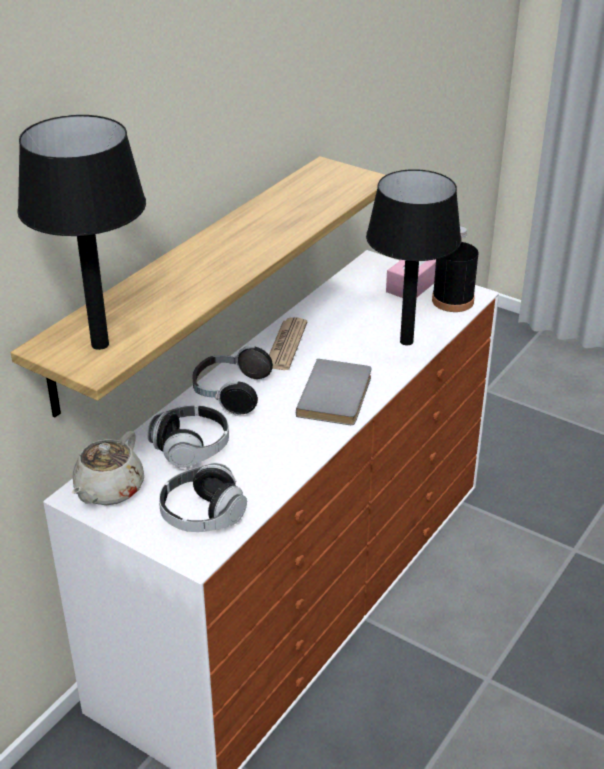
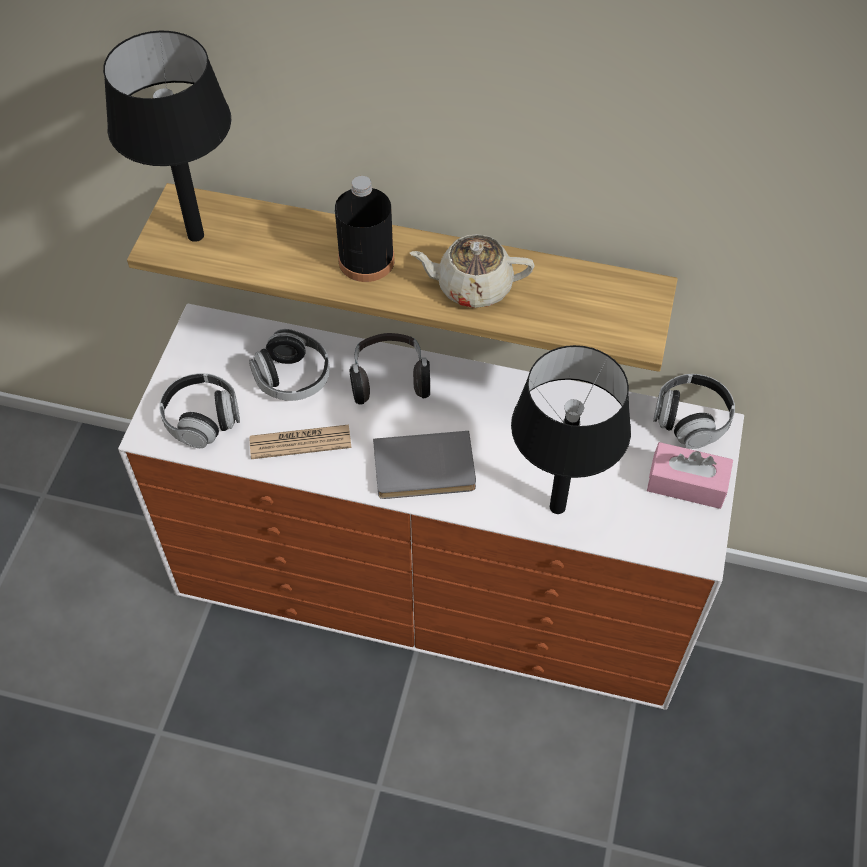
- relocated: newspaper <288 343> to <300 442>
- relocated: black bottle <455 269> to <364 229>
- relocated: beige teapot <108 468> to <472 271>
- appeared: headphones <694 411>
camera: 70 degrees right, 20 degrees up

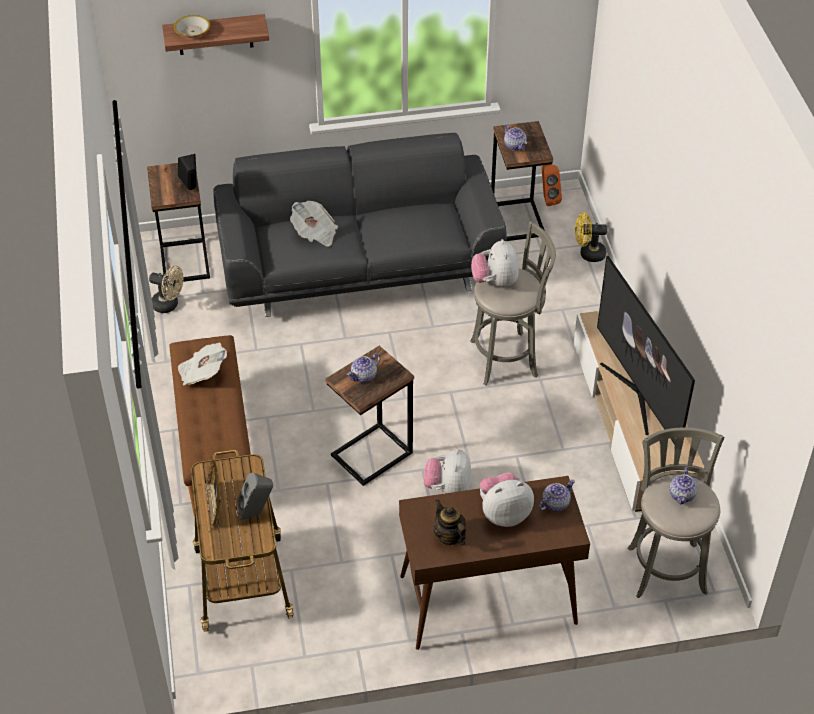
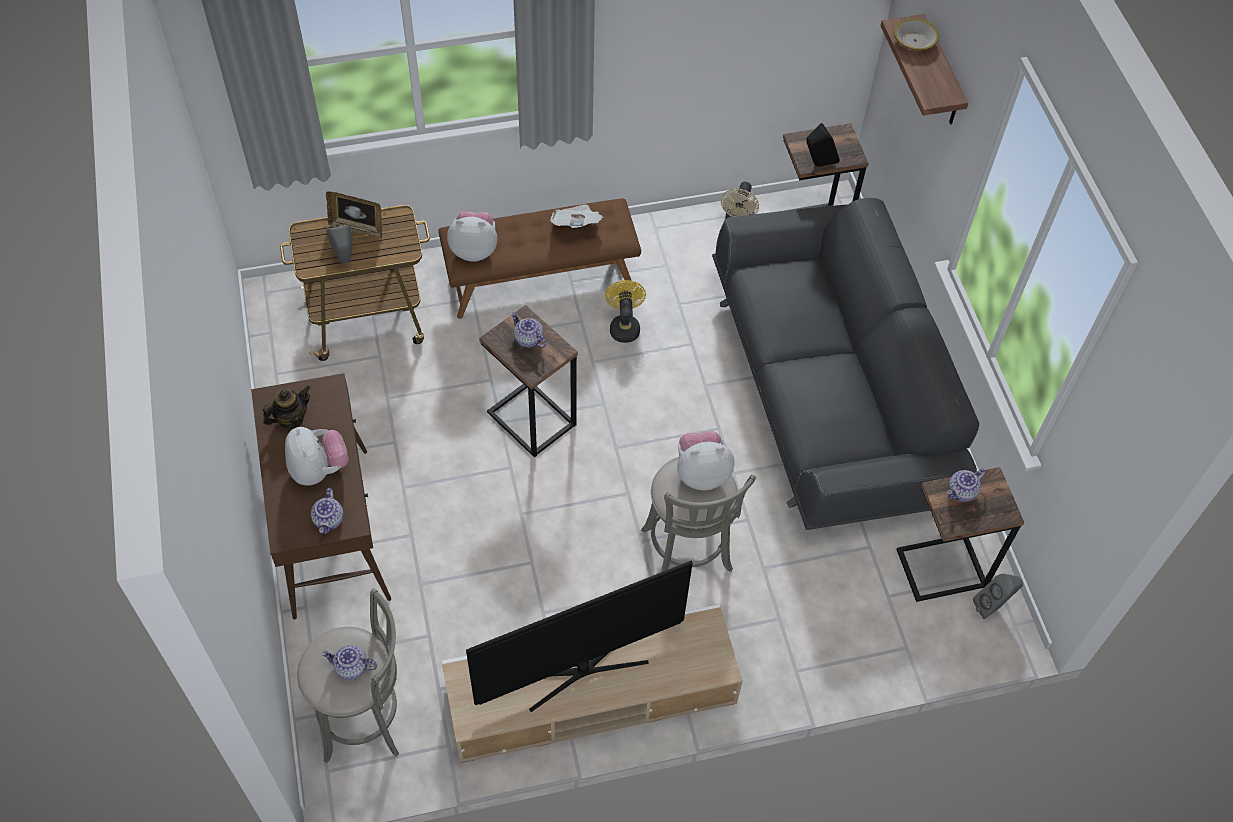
- spun: teapot <557 495> = <327 511> 45 degrees clockwise
- spun: picture frame <213 492> = <354 215> 150 degrees counterclockwise
- relocated: plush toy <448 471> to <472 236>
- relocated: yellow fan <591 237> to <625 311>
- colour: orange speaker <552 185> to grey speaker <998 596>
- missing: newspaper <314 224>
camera: 85 degrees right, 10 degrees up

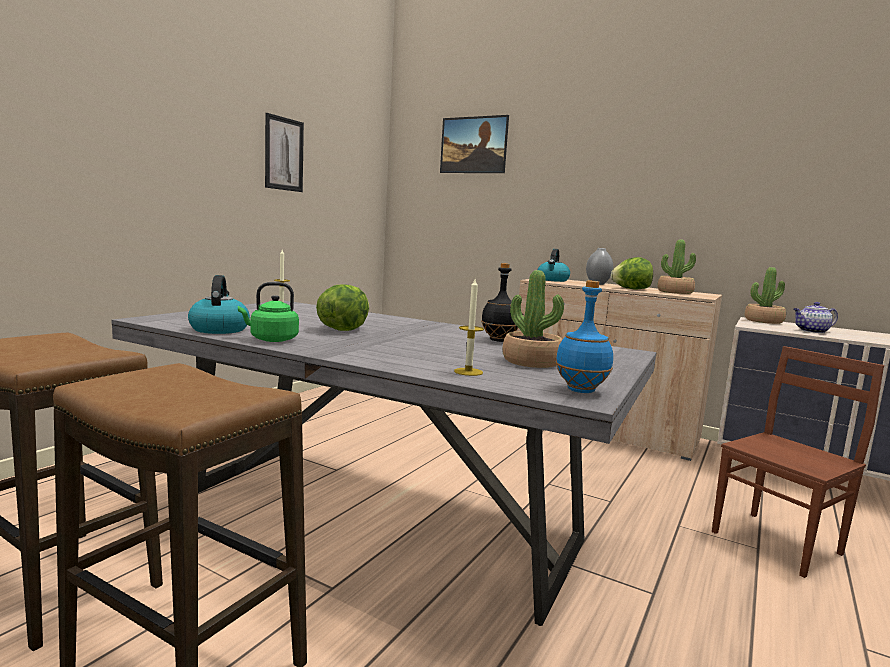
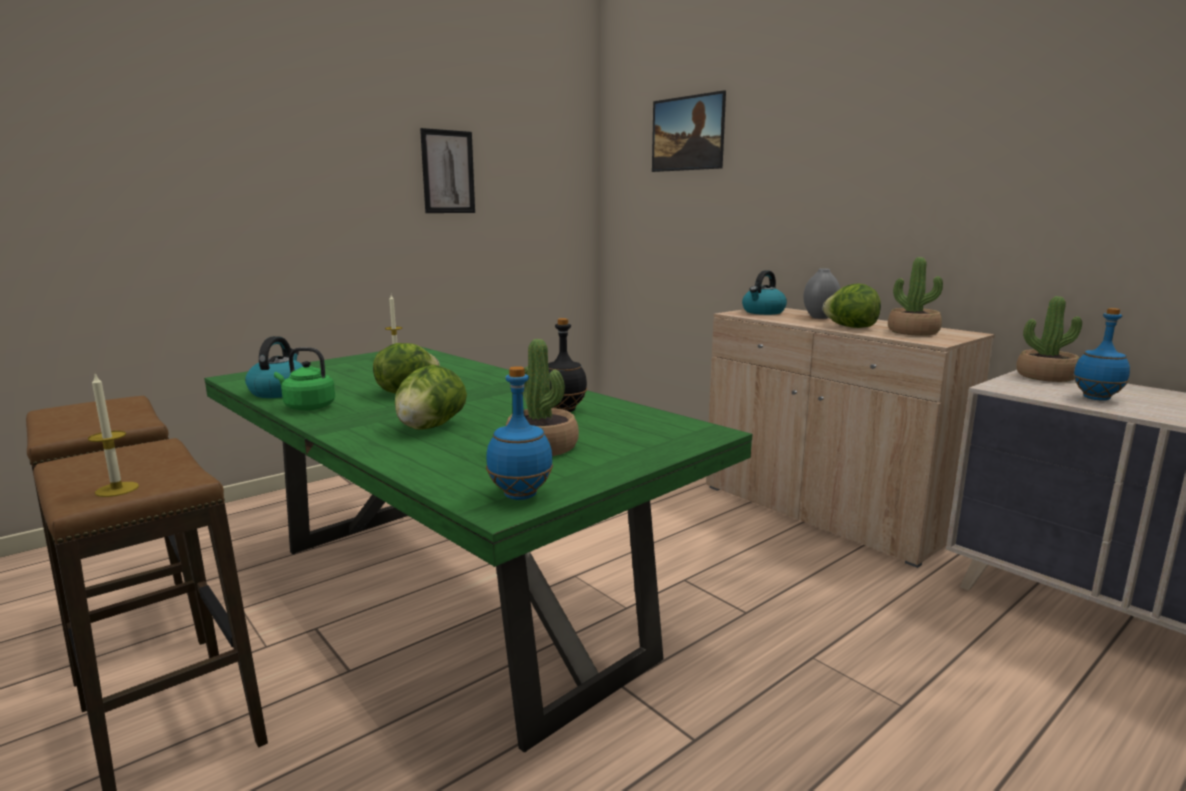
- relocated: candle <469 327> to <113 435>
- colour: grey dining table <384 463> to green dining table <478 550>
- appeared: lettuce <431 397>
- exchanged: teapot <816 317> to blue bottle <1101 354>
- missing: brown chair <798 462>
camera: 20 degrees right, 5 degrees up

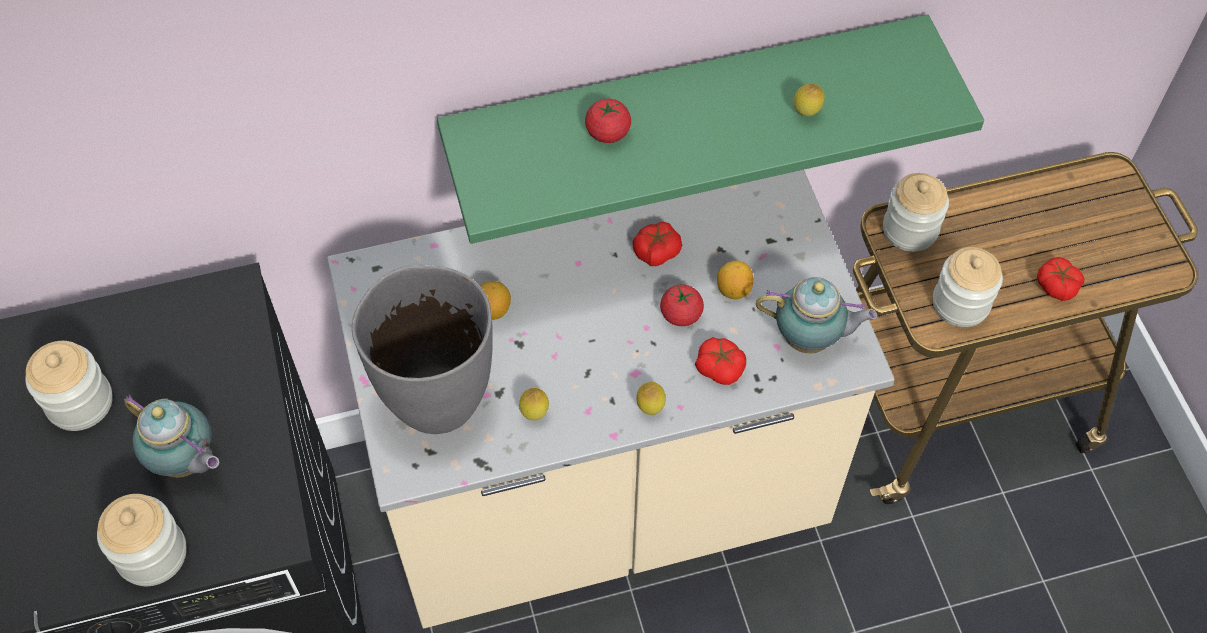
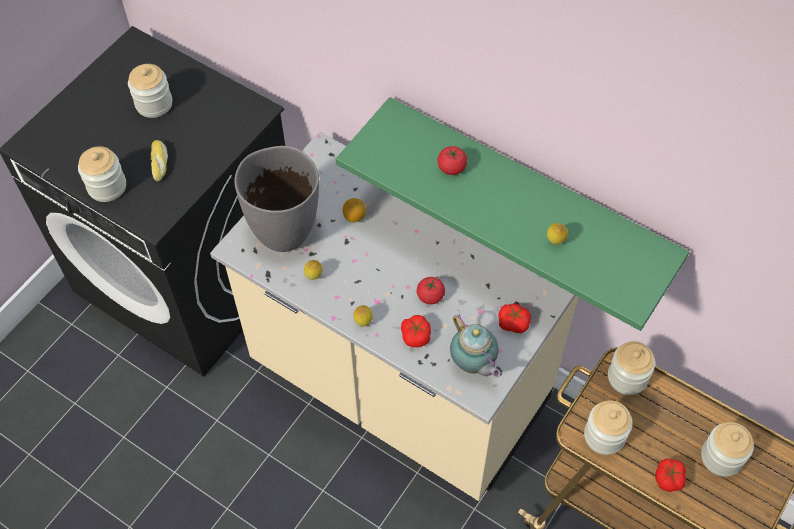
- exchanged: teapot <171 436> to bread <159 160>
- relocated: tomato <657 244> to <514 318>
- appeared: jar <727 449>
- missing: lemon <735 279>
camera: 50 degrees right, 0 degrees up

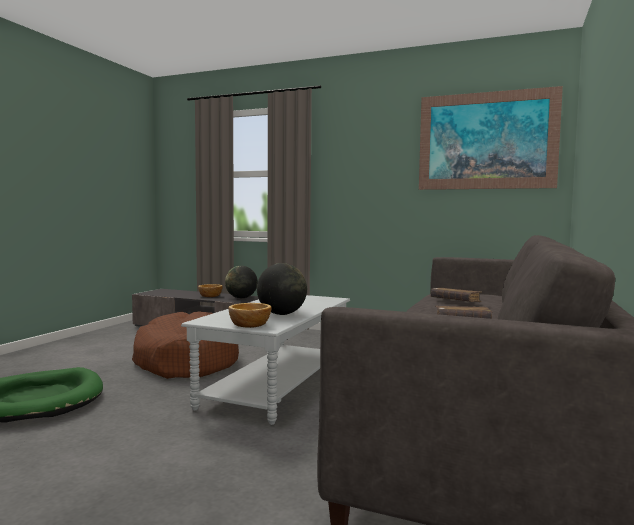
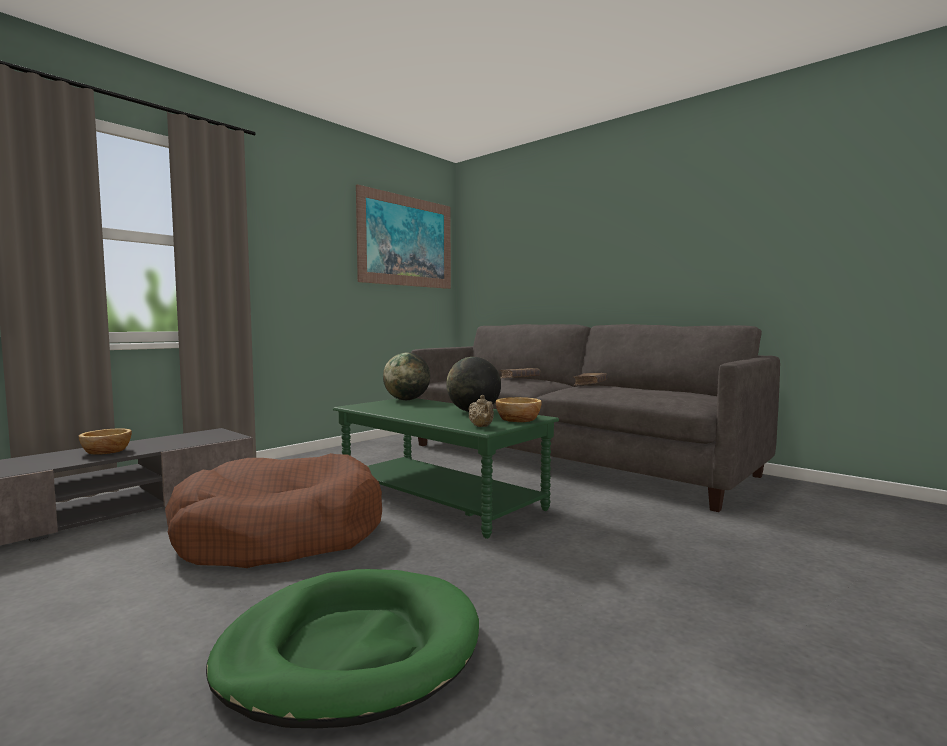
- colour: grey coffee table <265 360> to green coffee table <446 468>
- relocated: globe <241 282> to <406 376>
- appeared: beige teapot <481 411>
camera: 70 degrees left, 0 degrees up

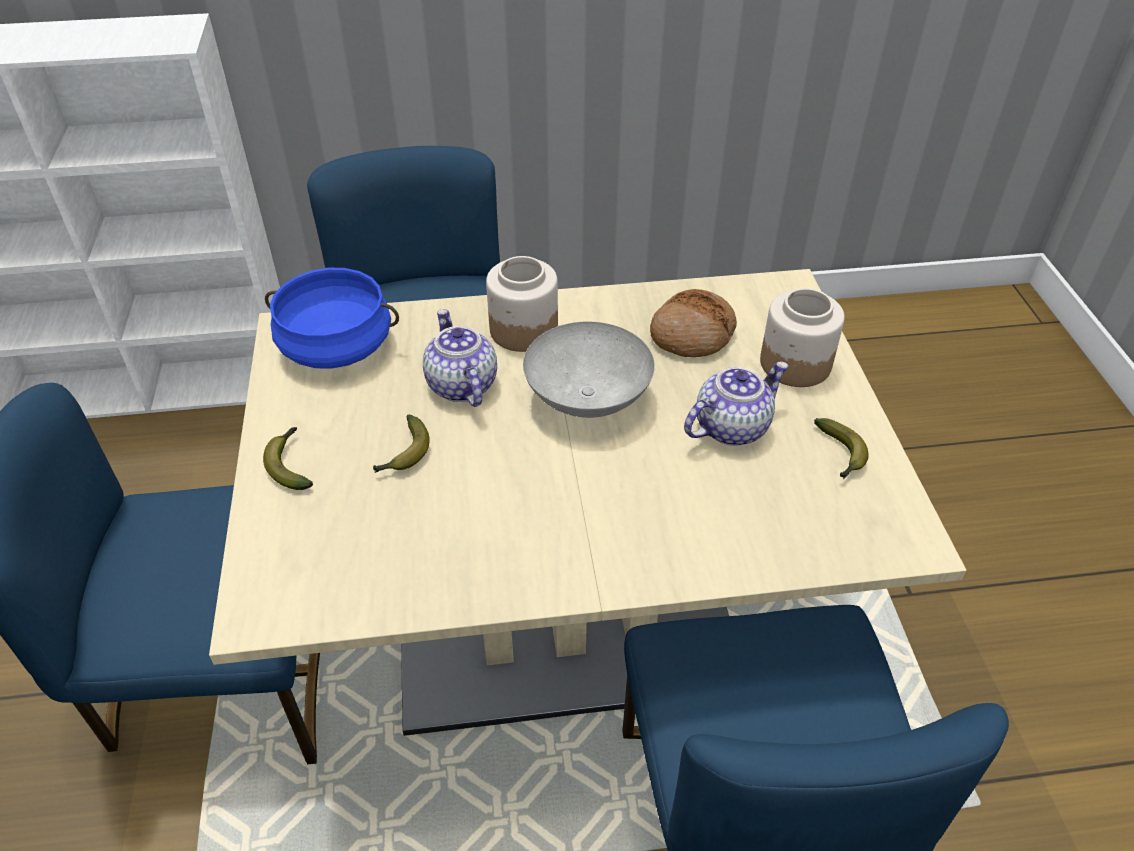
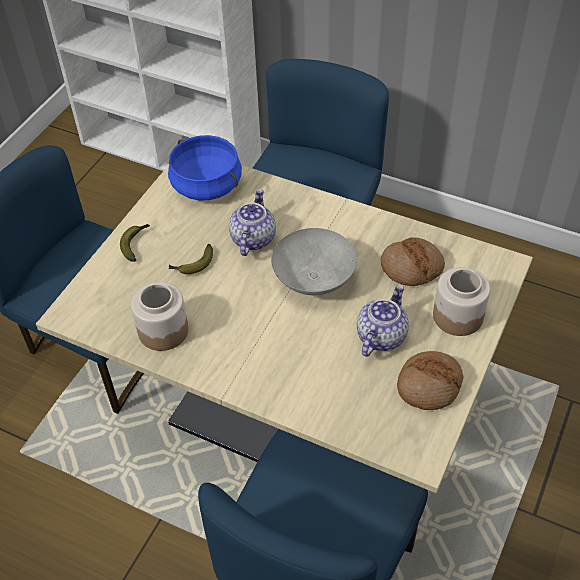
- relocated: jar <522 304> to <159 316>
- spun: teapot <736 403> = <383 320> 60 degrees counterclockwise
- exchanged: banana <841 448> to bread <430 380>
camera: 35 degrees right, 5 degrees up

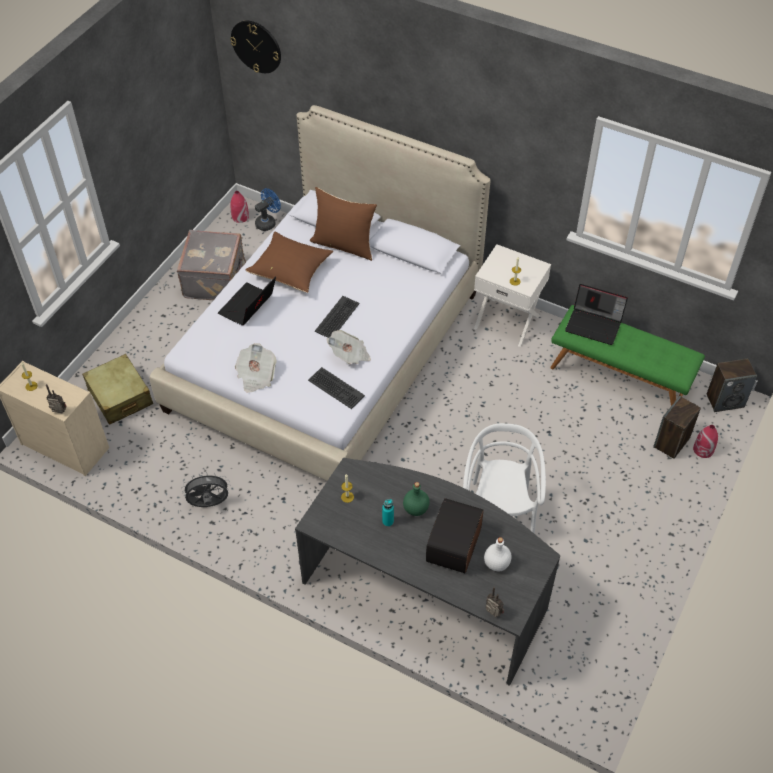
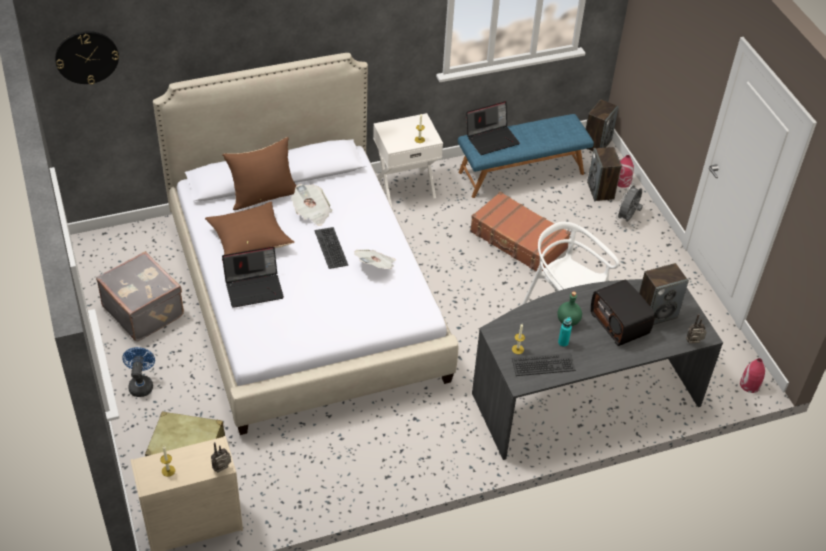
- relocated: blue fan <268 209> to <138 372>
- spun: laptop <247 301> = <253 277> 90 degrees counterclockwise
- relocated: newspaper <256 368> to <312 205>
- colour: green bench <627 355> to blue bench <526 156>
- appeared: brown suitcase <520 231>
- relocated: keyboard <336 388> to <544 364>
- relocated: grey fan <205 489> to <629 202>
- exchanged: white bottle <498 554> to speaker <664 294>
- relocated: red vase <239 207> to <752 375>
camera: 50 degrees left, 5 degrees down

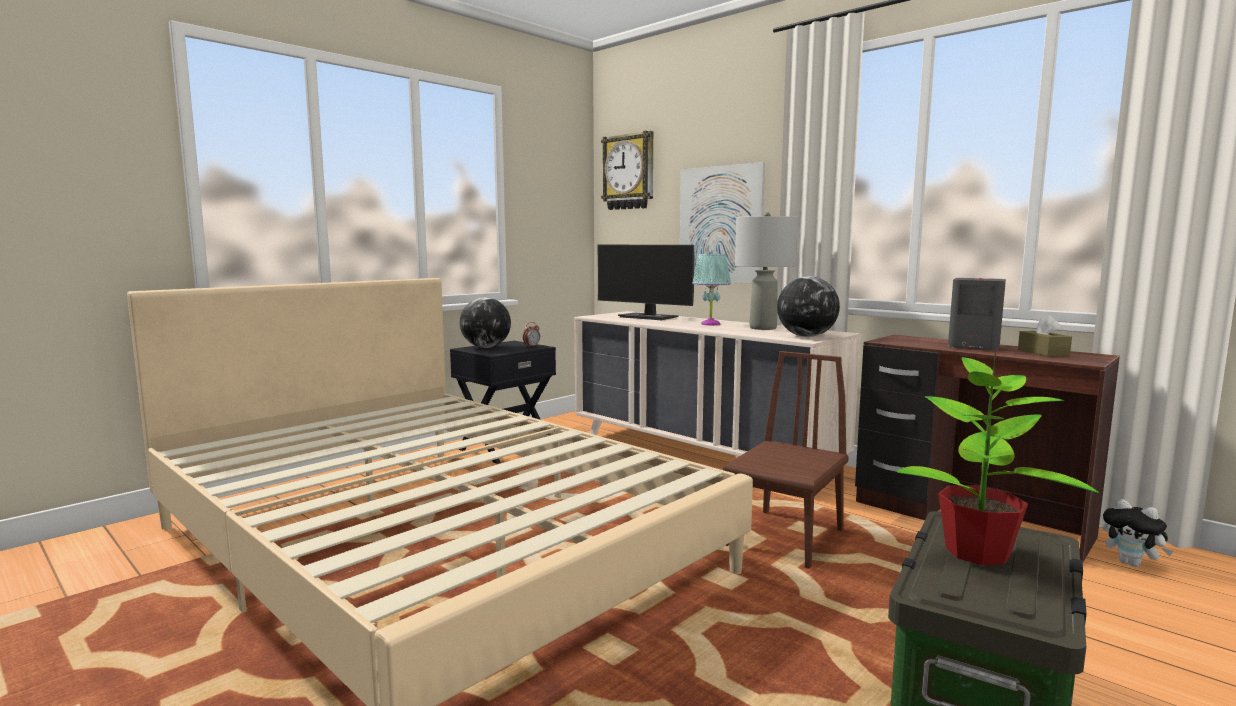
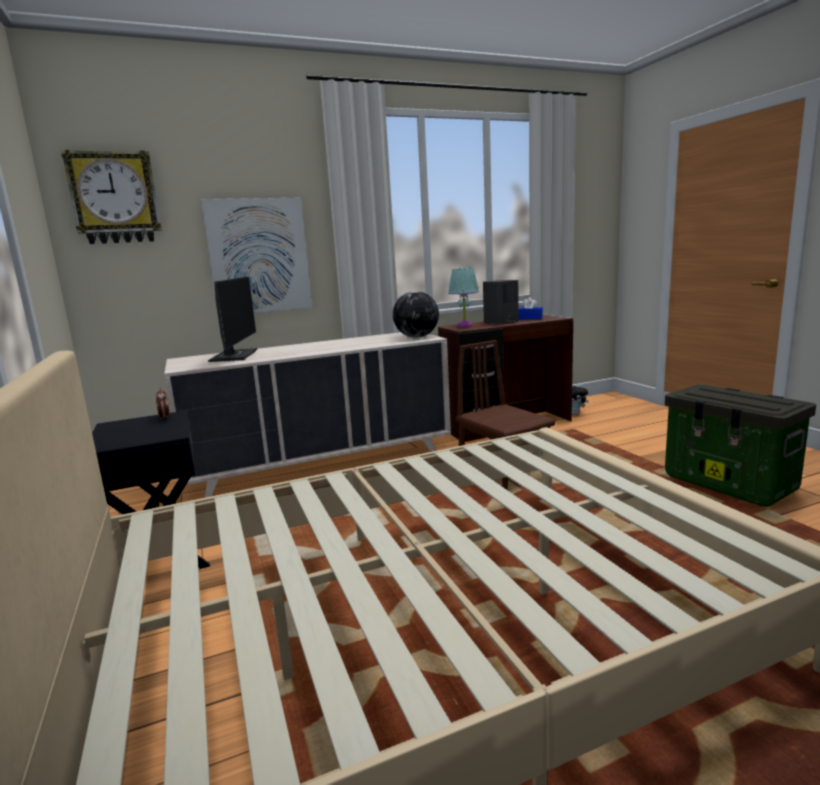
- spun: monitor <646 282> = <232 319> 60 degrees counterclockwise
- relocated: turquoise table lamp <711 290> to <463 297>
- colour: brown tissue box <1045 335> to blue tissue box <531 308>
- missing: globe <485 322>
- missing: grey table lamp <766 271>
- missing: potted plant <997 459>
camera: 65 degrees left, 5 degrees up

